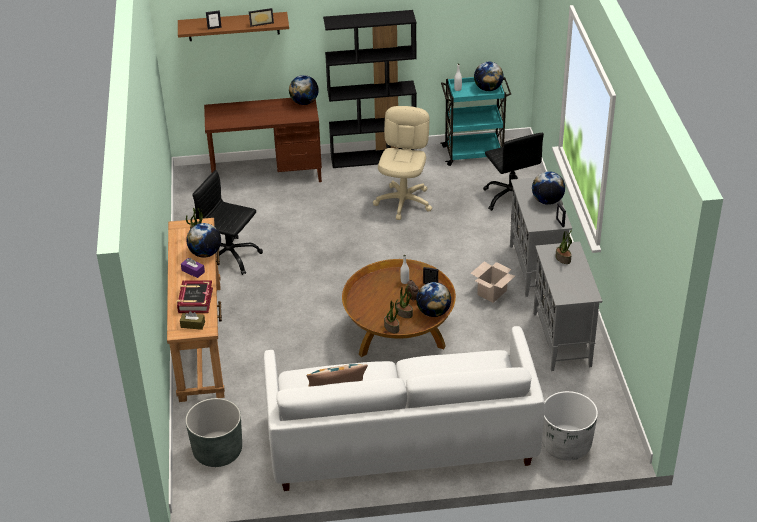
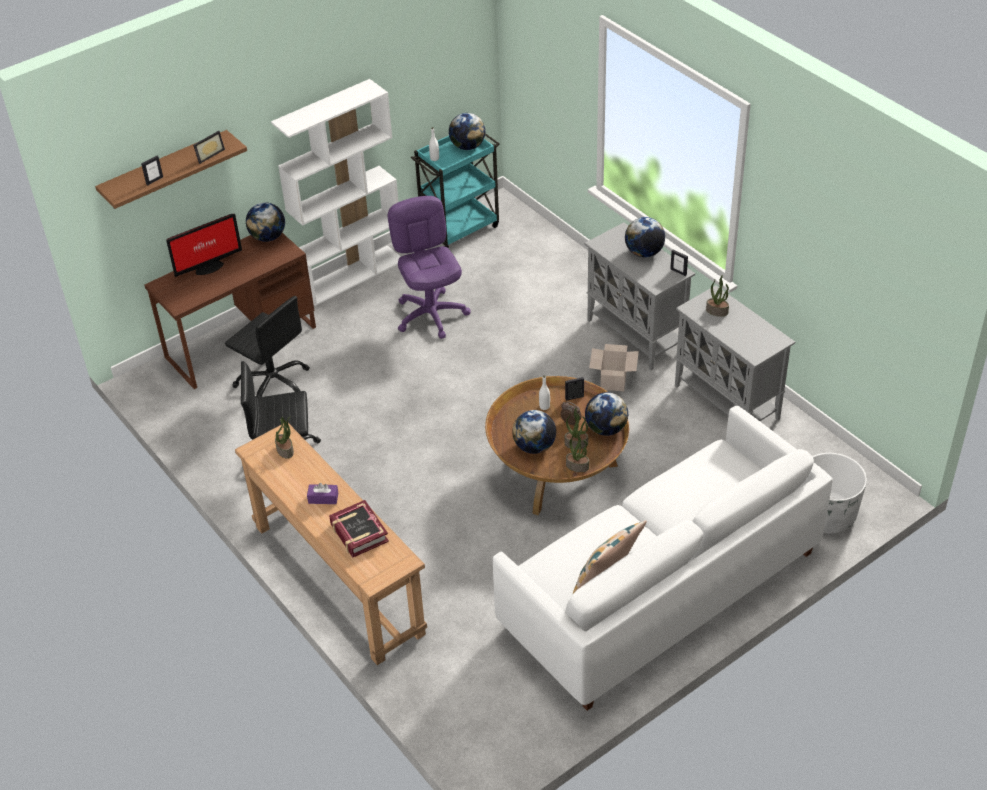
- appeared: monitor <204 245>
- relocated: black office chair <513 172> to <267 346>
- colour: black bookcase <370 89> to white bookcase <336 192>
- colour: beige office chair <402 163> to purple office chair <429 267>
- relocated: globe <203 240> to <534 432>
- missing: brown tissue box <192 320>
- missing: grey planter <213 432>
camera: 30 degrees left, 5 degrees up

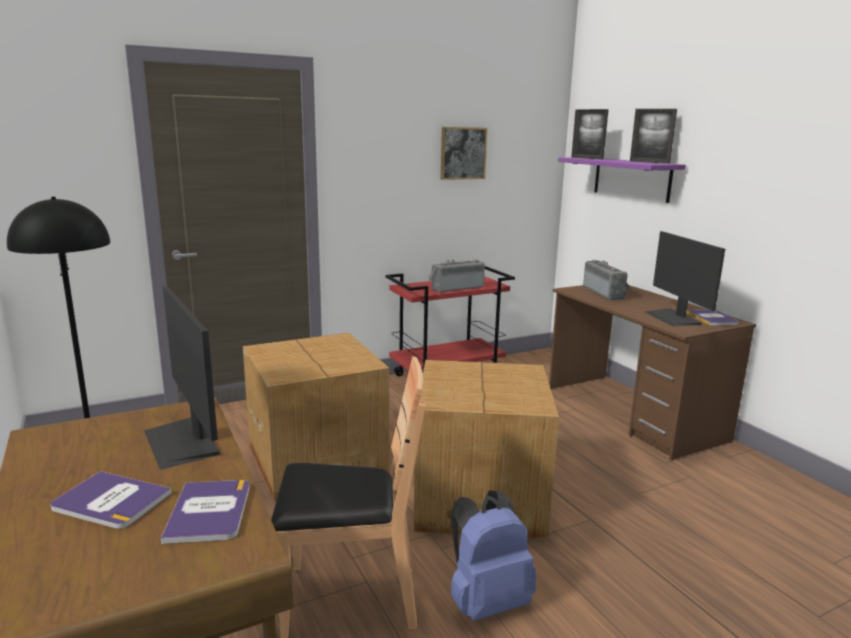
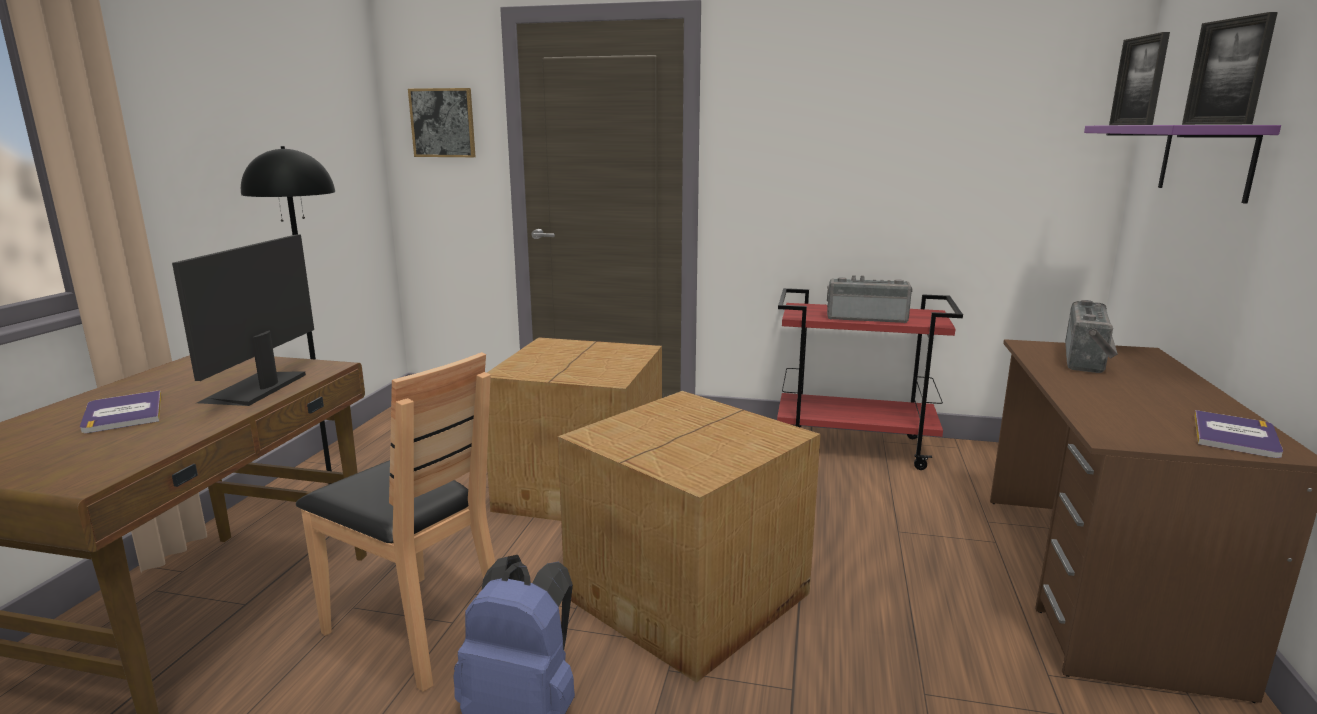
- relocated: picture <464 153> to <442 122>
- missing: book <205 512>
- missing: monitor <685 279>
camera: 40 degrees right, 0 degrees up

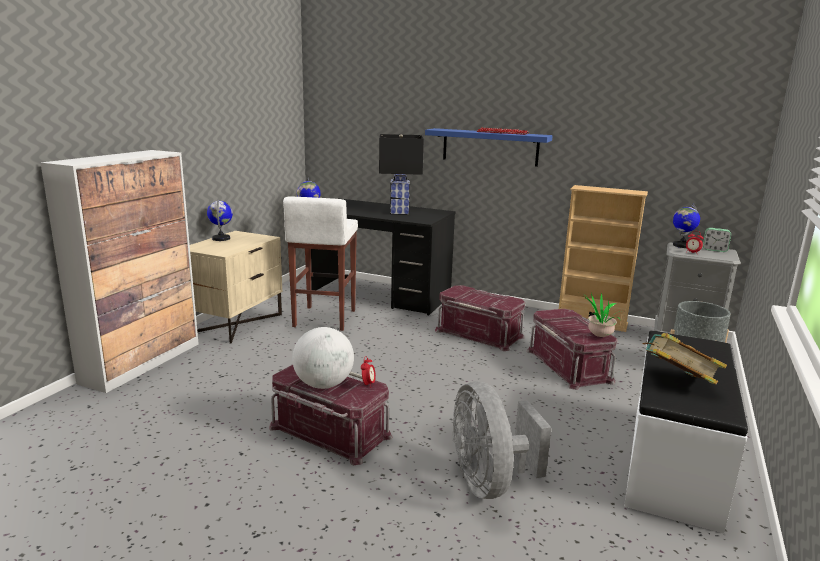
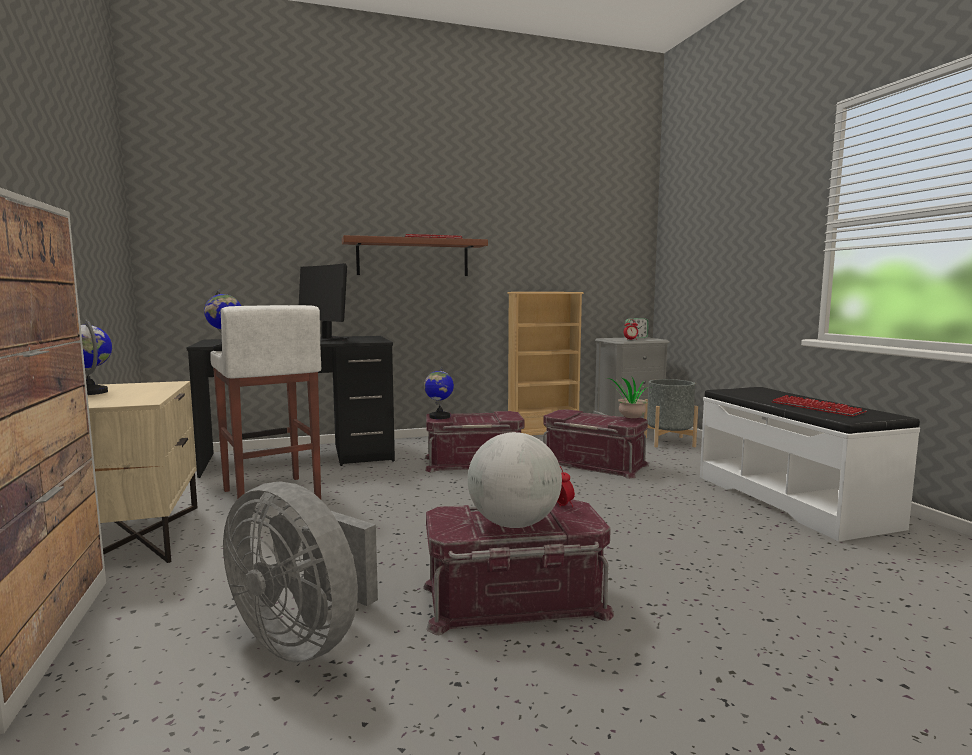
- relocated: grey fan <502 440> to <300 572>
- exchanged: black table lamp <401 174> to monitor <324 302>
- colour: blue shelf <489 147> to brown shelf <415 255>
- relocated: globe <686 226> to <439 393>
- exchanged: book <684 358> to keyboard <819 405>
camera: 40 degrees left, 10 degrees down

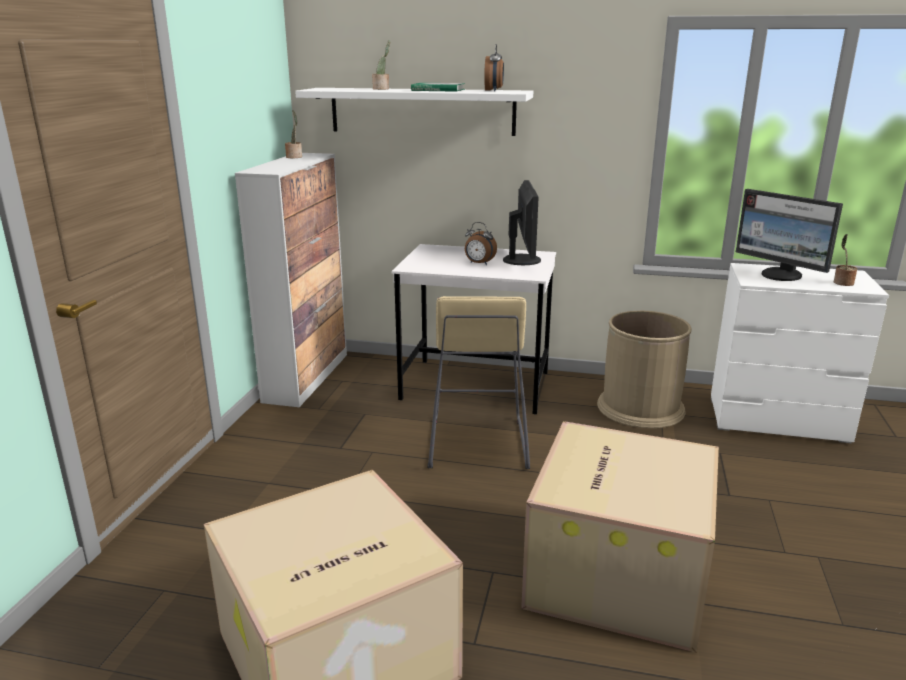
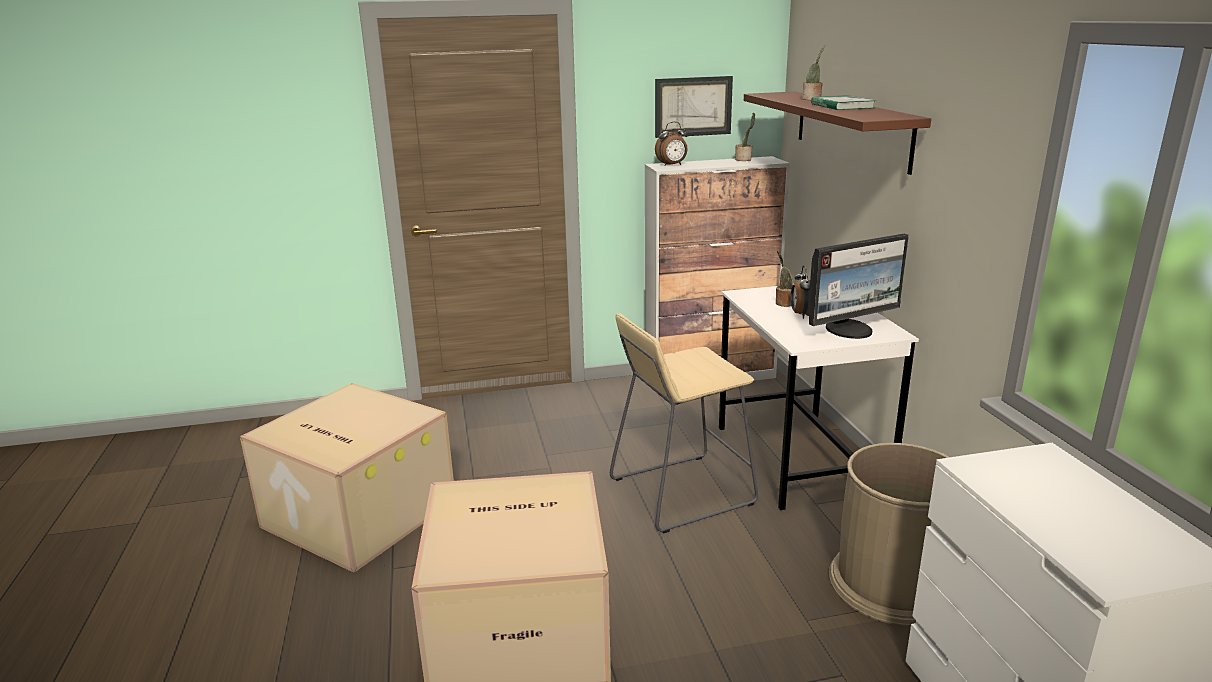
- appeared: picture <694 107>
- relocated: alarm clock <494 67> to <671 144>
- colour: white shelf <414 112> to brown shelf <837 133>
- relocated: potted plant <845 260> to <784 279>
- missing: monitor <789 235>
camera: 65 degrees right, 0 degrees up

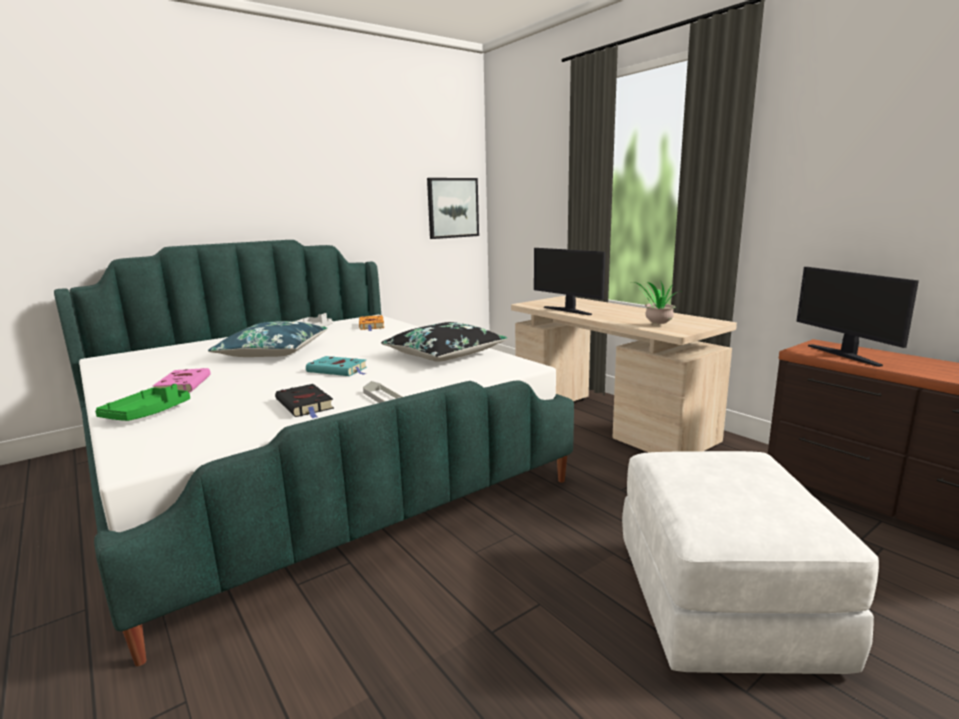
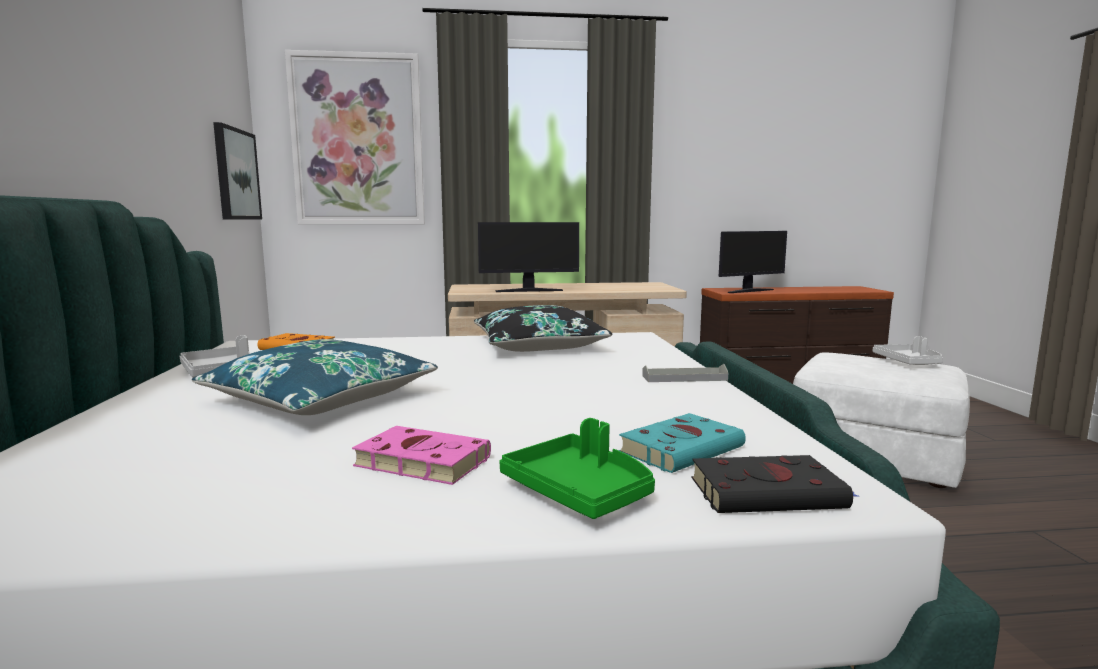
- appeared: picture <355 137>
- relocated: turquoise book <336 366> to <682 443>
- relocated: black book <304 401> to <775 484>
- spun: monitor <857 317> = <752 262> 45 degrees counterclockwise
- appeared: white tray <908 350>
- missing: potted plant <656 302>
camera: 60 degrees left, 5 degrees down

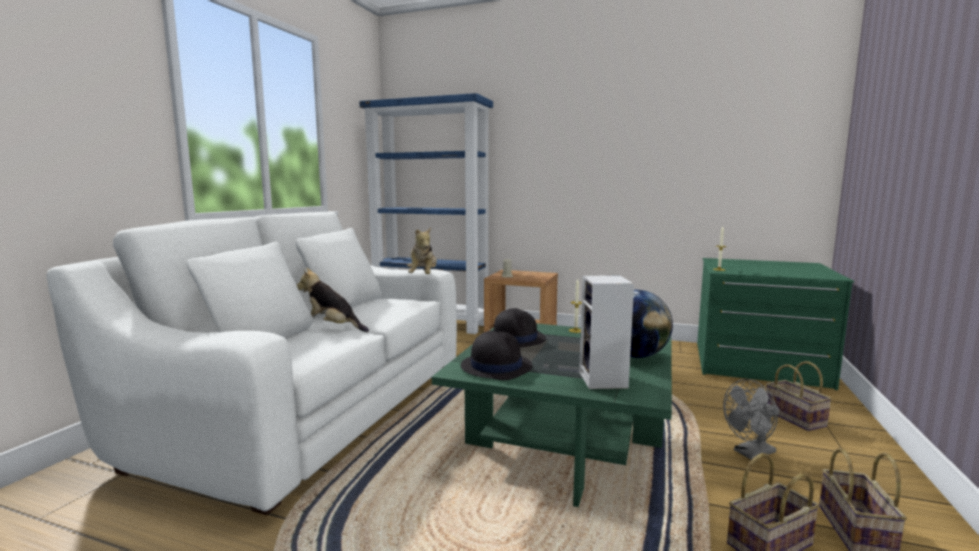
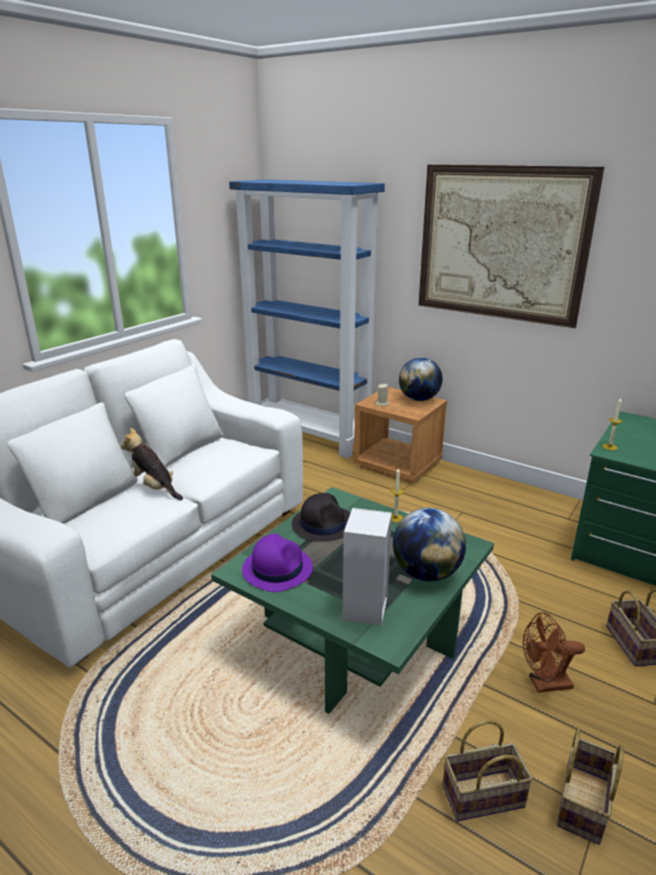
- colour: black hat <497 355> to purple hat <277 563>
- appeared: globe <421 379>
- appeared: picture <511 246>
- colour: grey fan <751 419> to brown fan <554 652>
- missing: plush toy <422 250>
camera: 15 degrees right, 15 degrees up

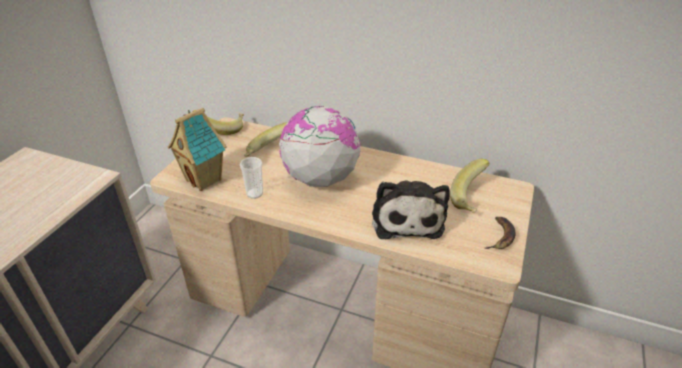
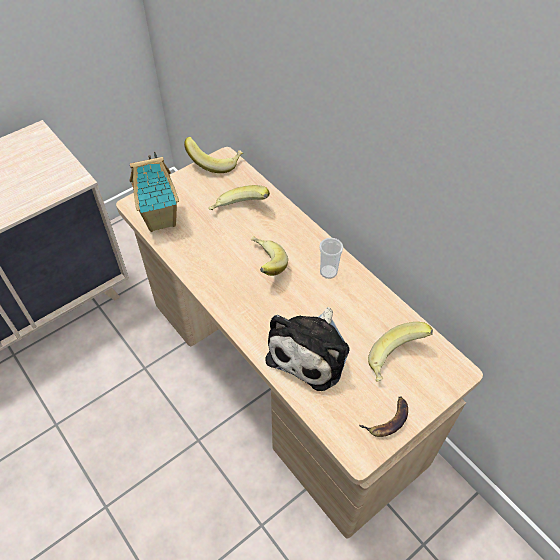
- exchanged: globe <320 146> to banana <269 256>
- relocated: cup <251 178> to <331 258>
camera: 30 degrees right, 15 degrees up

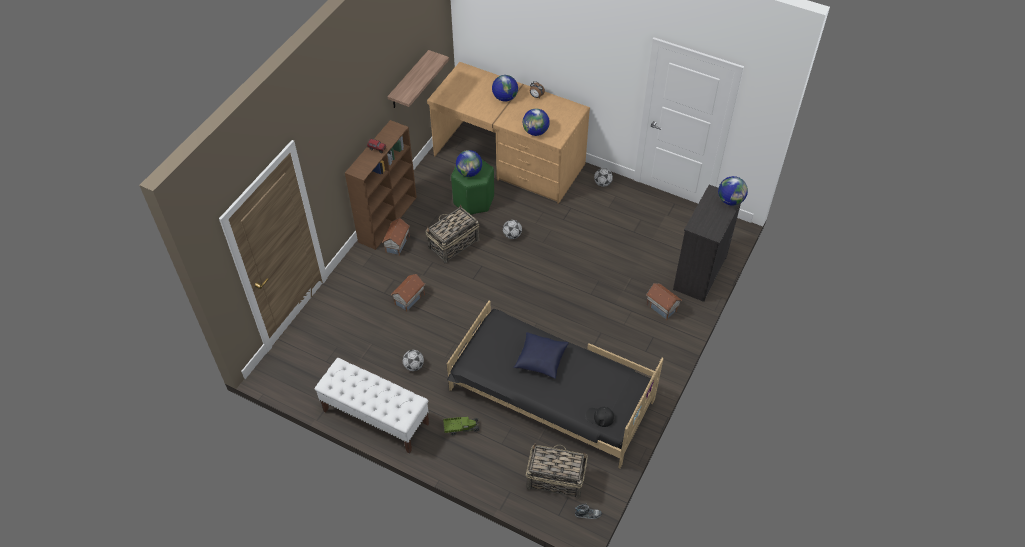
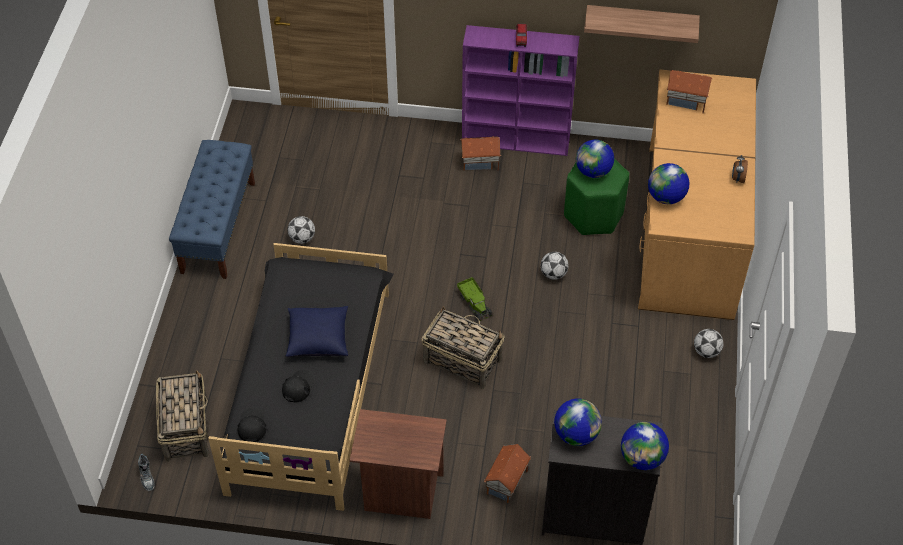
- colour: white bench <372 405> to blue bench <212 209>
- appeared: black cap <298 386>
- appeared: brown nightstand <398 464>
- relocated: basket <452 234> to <463 347>
- relocated: toy truck <461 426> to <474 299>
- colour: brown bookcase <381 185> to purple bookcase <520 90>
- relocated: globe <505 88> to <578 422>
- relocated: toy house <408 293> to <689 91>
camera: 70 degrees right, 0 degrees up

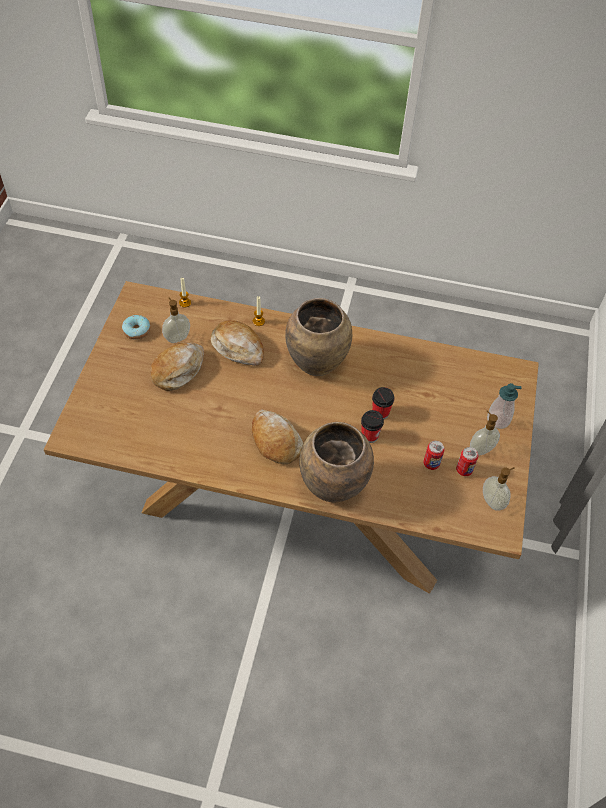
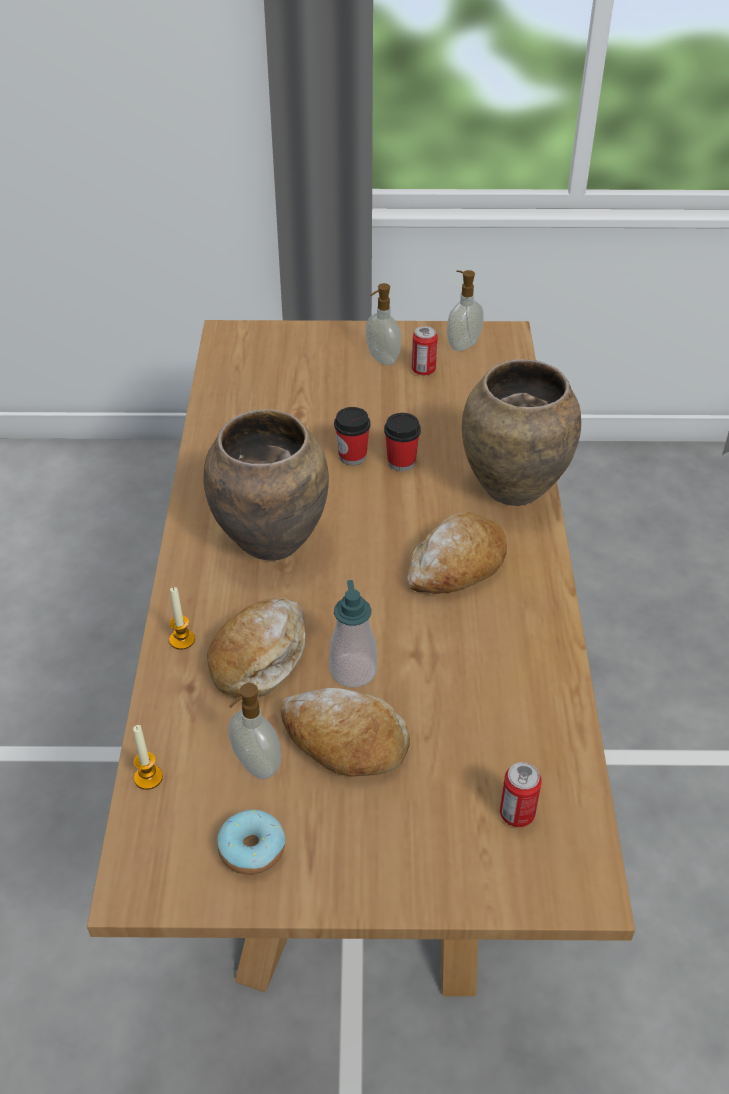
- relocated: soap dispenser <504 406> to <353 633>
- relocated: can <434 455> to <521 794>
camera: 100 degrees left, 10 degrees down

